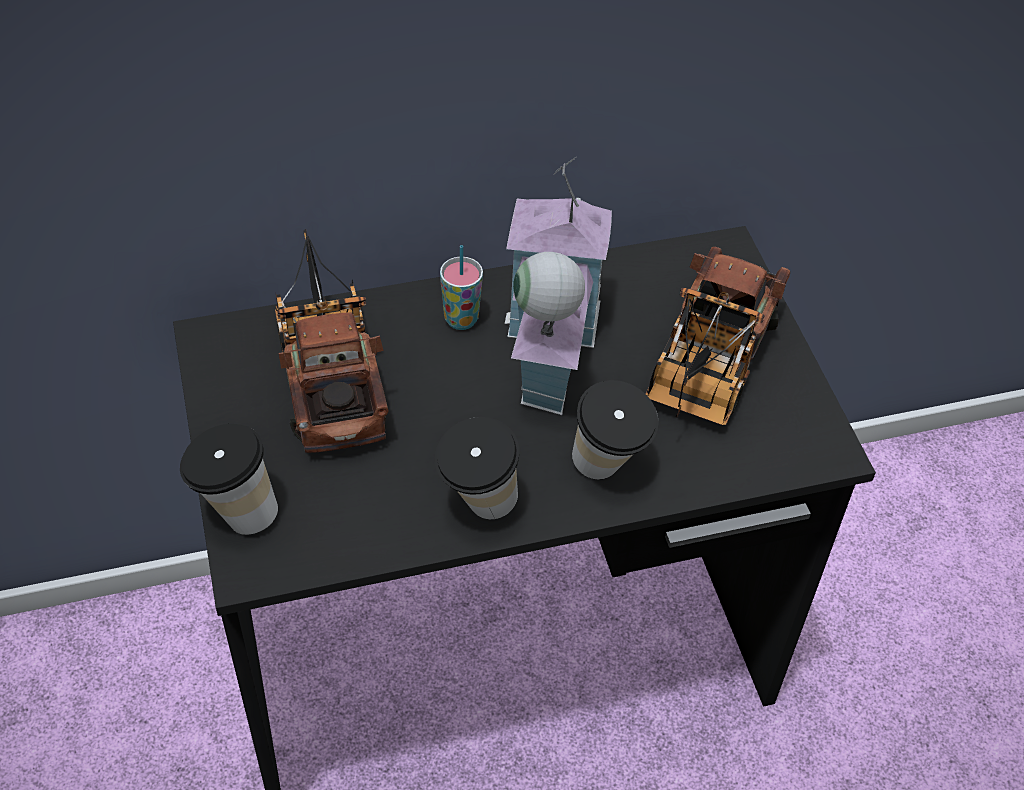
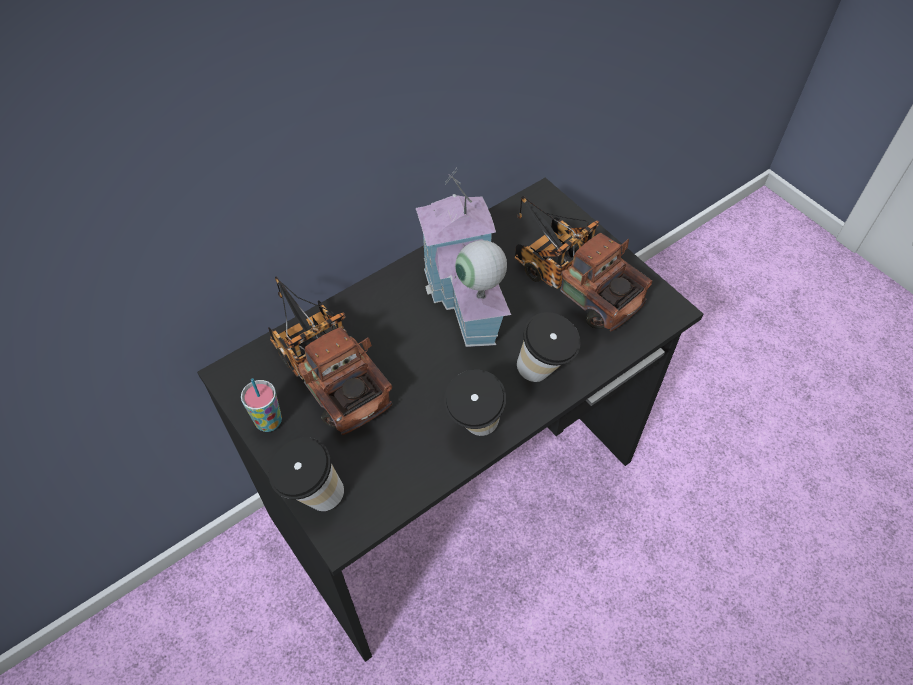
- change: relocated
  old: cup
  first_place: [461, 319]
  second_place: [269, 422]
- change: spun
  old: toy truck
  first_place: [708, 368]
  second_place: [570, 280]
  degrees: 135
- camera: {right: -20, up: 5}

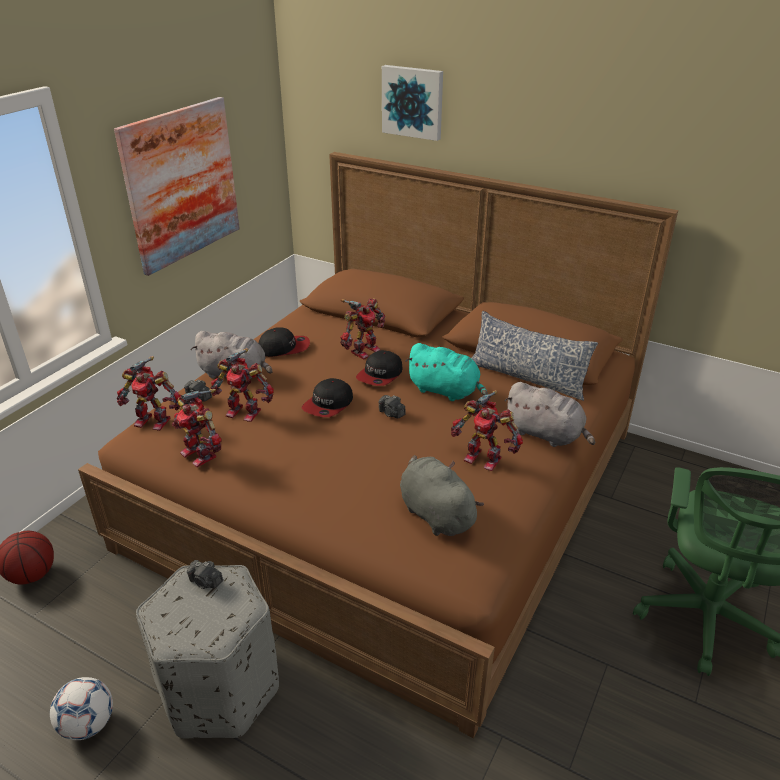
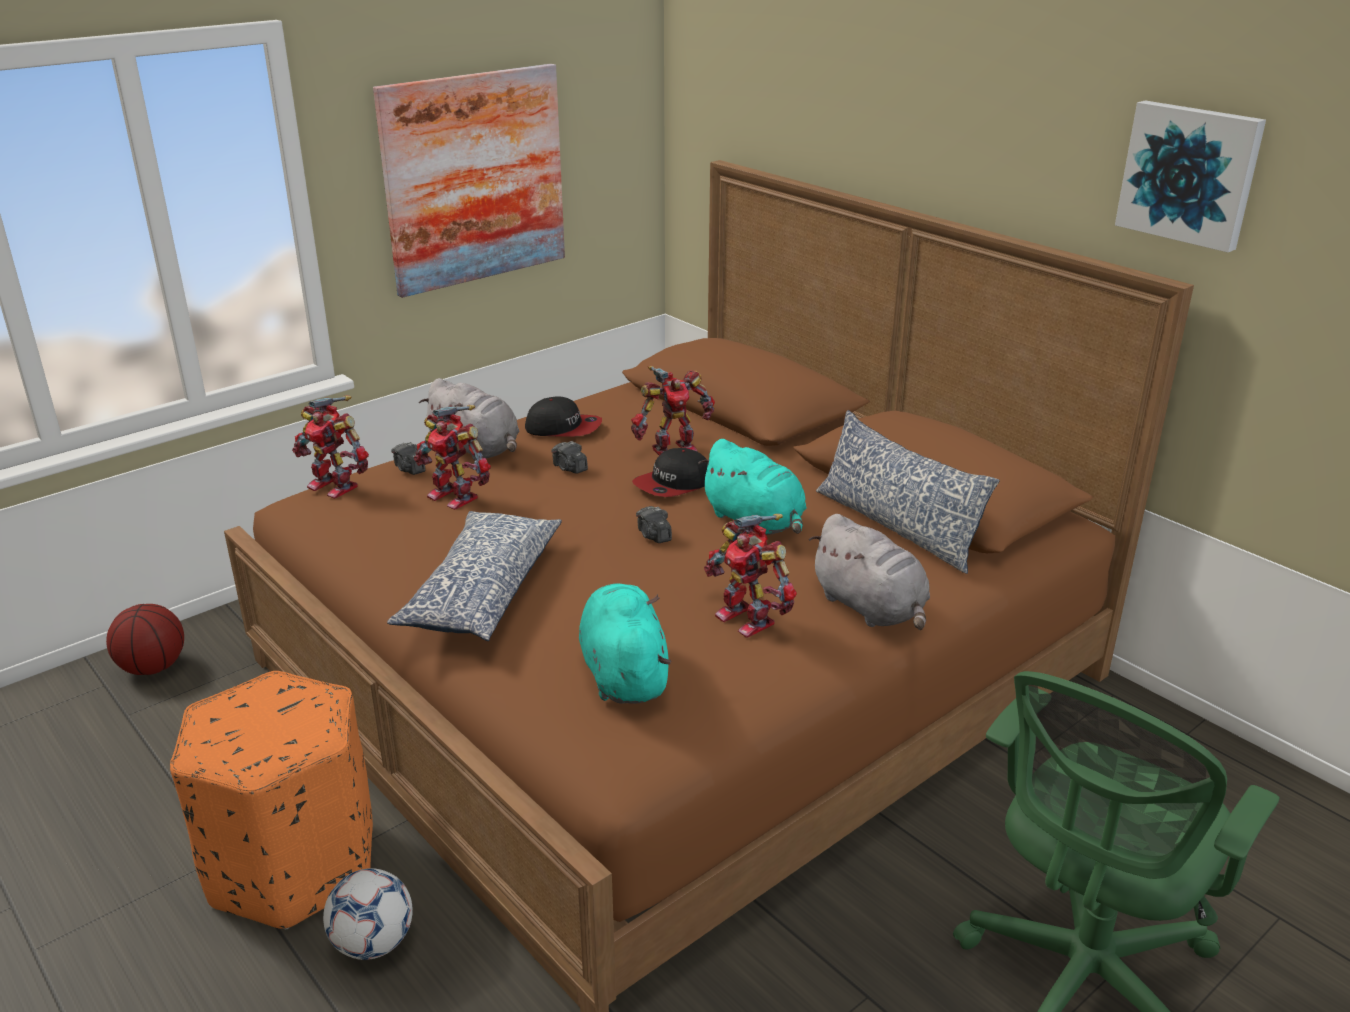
- change: colour
  old: grey ottoman
  new: orange ottoman
  first_place: [220, 689]
  second_place: [294, 864]
- change: relocated
  old: football
  first_place: [88, 724]
  second_place: [373, 943]
- change: appeared
  new: pillow
  second_place: [481, 591]
- change: relocated
  old: photo camera
  first_place: [206, 582]
  second_place: [569, 468]
- change: colour
  old: grey plush toy
  new: turquoise plush toy
  first_place: [435, 513]
  second_place: [624, 673]
- change: relocated
  old: picture
  first_place: [413, 102]
  second_place: [1190, 174]
- change: missing
  old: toy robot
  first_place: [200, 454]
- change: missing
  old: cap
  first_place: [328, 404]
- camera: {right: 20, up: -5}

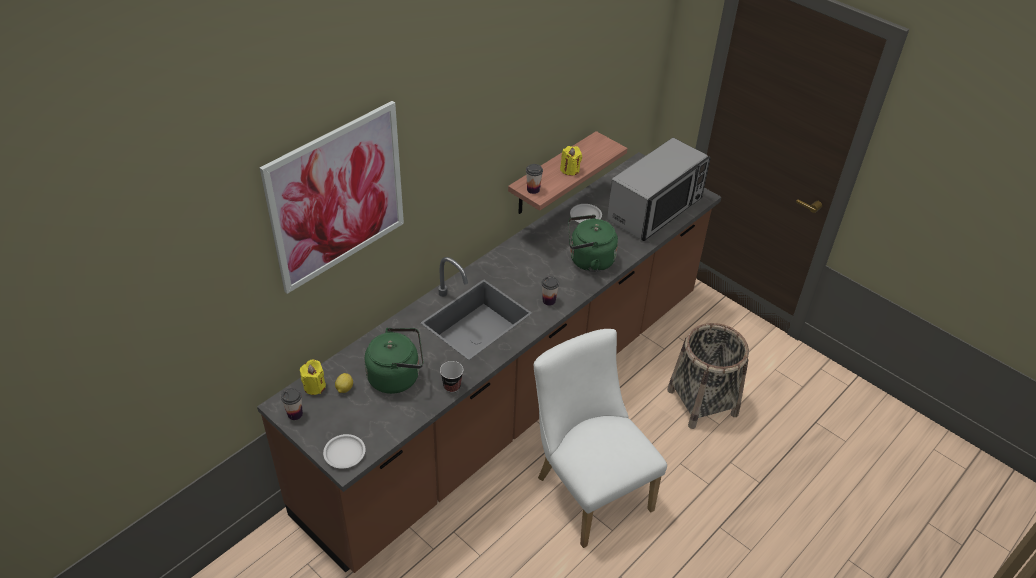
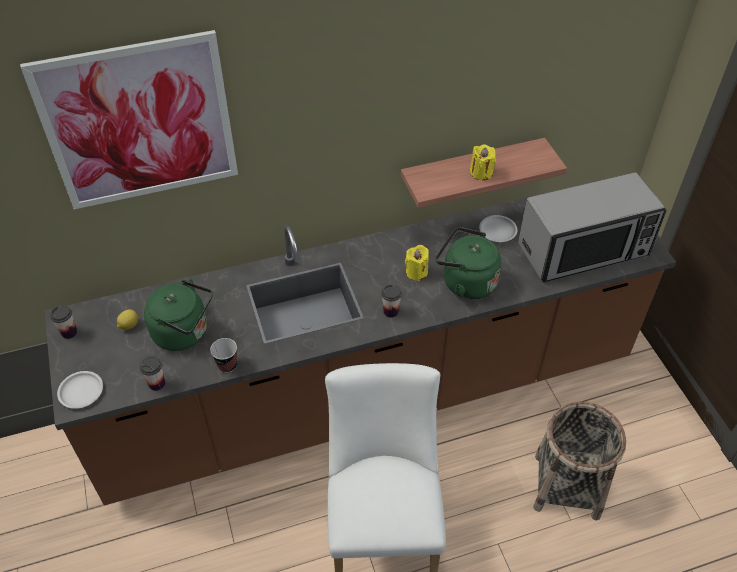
- change: relocated
  old: cup
  first_place: [533, 189]
  second_place: [156, 383]
- change: relocated
  old: yellow candle
  first_place: [314, 386]
  second_place: [416, 272]
- camera: {right: 30, up: 5}

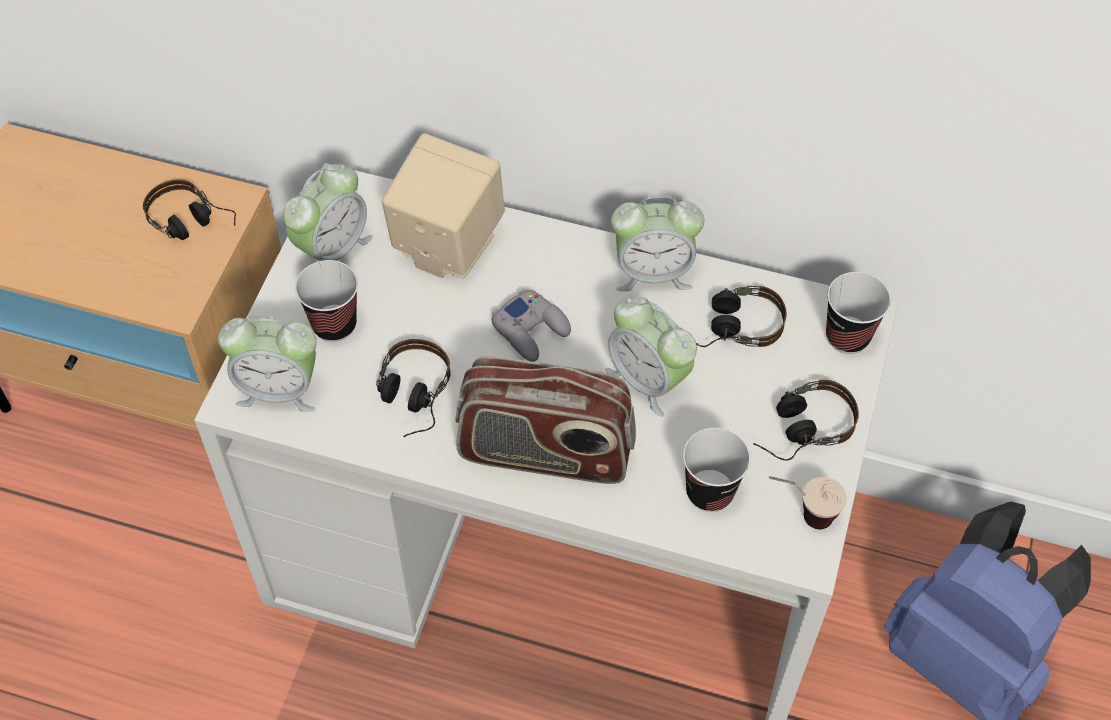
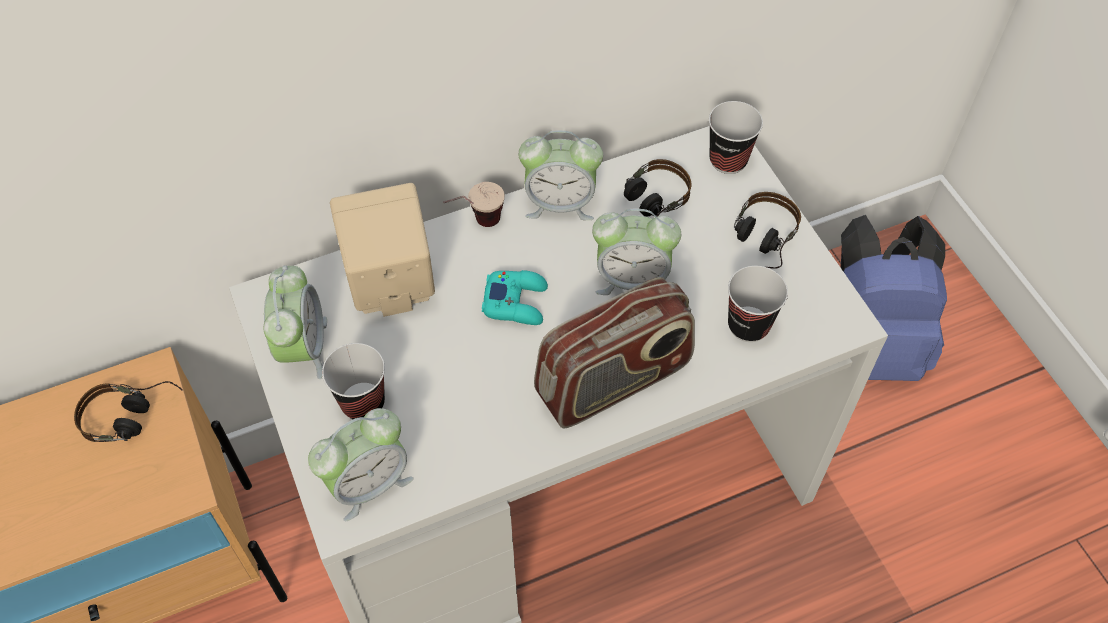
- change: relocated
  old: cup
  first_place: [800, 515]
  second_place: [475, 225]
- change: colour
  old: grey game controller
  new: turquoise game controller
  first_place: [531, 330]
  second_place: [516, 302]
- change: spun
  old: alarm clock
  first_place: [653, 272]
  second_place: [560, 203]
  degrees: 45
- change: missing
  old: headphones
  first_place: [411, 400]
- camera: {right: -40, up: 0}

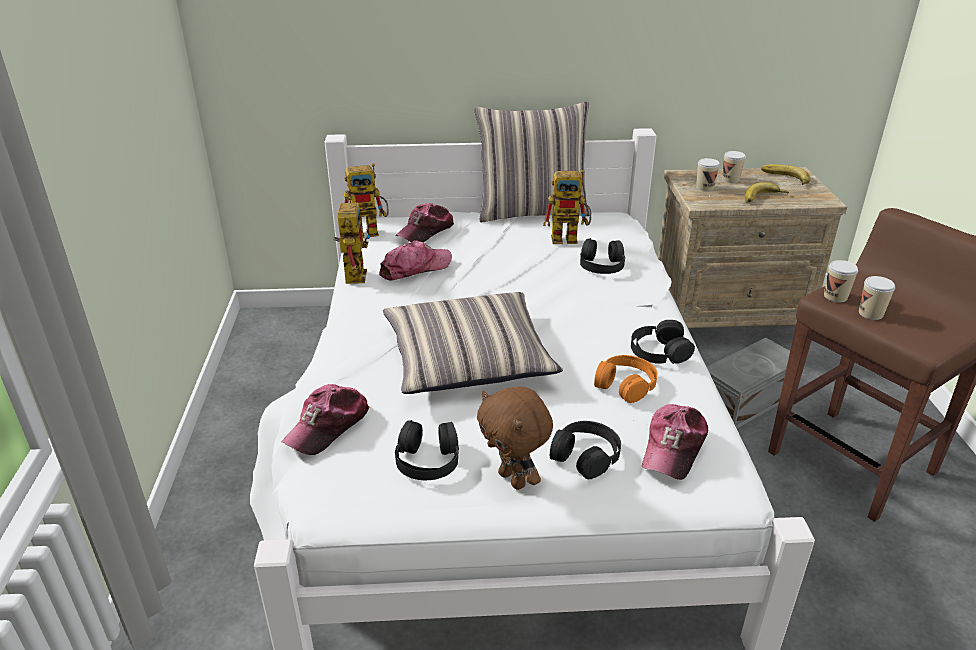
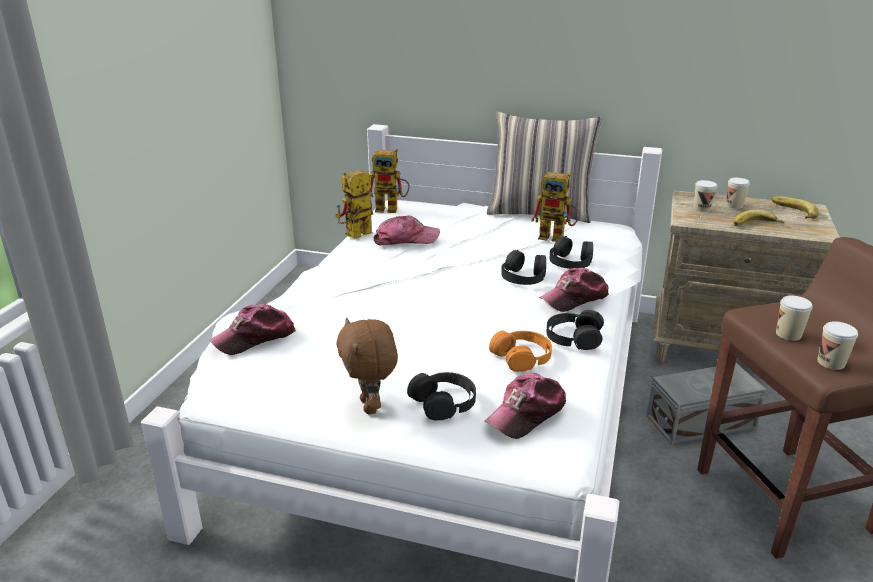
- change: spun
  old: toy robot
  first_place: [353, 273]
  second_place: [355, 236]
  degrees: -150
- change: relocated
  old: black headphones
  first_place: [428, 459]
  second_place: [523, 276]
- change: relocated
  old: cap
  first_place: [426, 231]
  second_place: [574, 298]
- change: relocated
  old: cup
  first_place: [835, 296]
  second_place: [831, 362]
- change: missing
  old: pillow
  first_place: [468, 358]
- camera: {right: 20, up: -5}

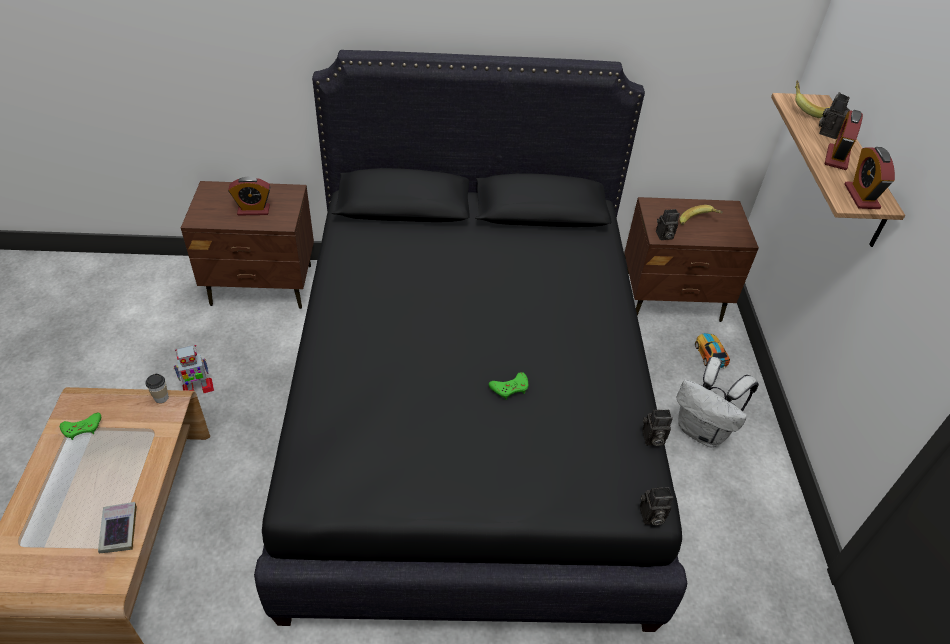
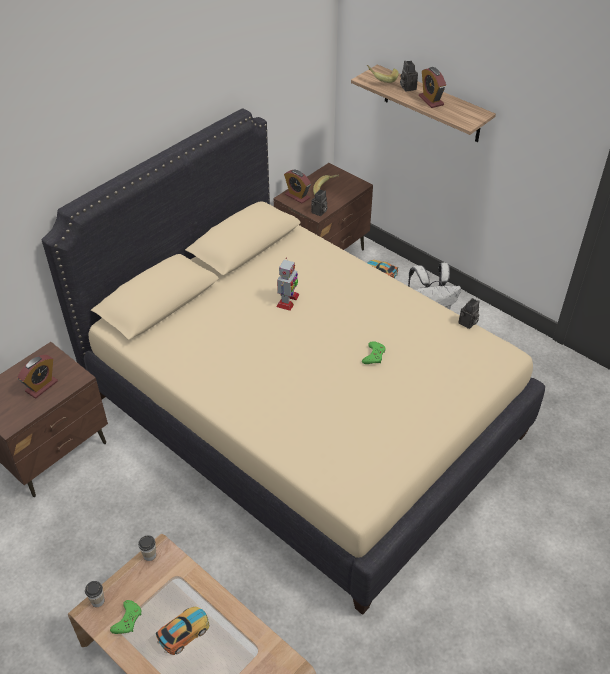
- change: colour
  old: black bed
  new: beige bed
  first_place: [467, 415]
  second_place: [303, 414]
- change: appeared
  new: cup
  second_place: [98, 601]
- change: appeared
  new: toy car
  second_place: [184, 632]
- change: relocated
  old: toy robot
  first_place: [197, 388]
  second_place: [287, 301]
- change: relocated
  old: alarm clock
  first_place: [861, 197]
  second_place: [297, 196]
- change: missing
  old: book
  first_place: [119, 530]
- change: missing
  old: photo camera
  first_place: [650, 516]
- camera: {right: -45, up: 0}

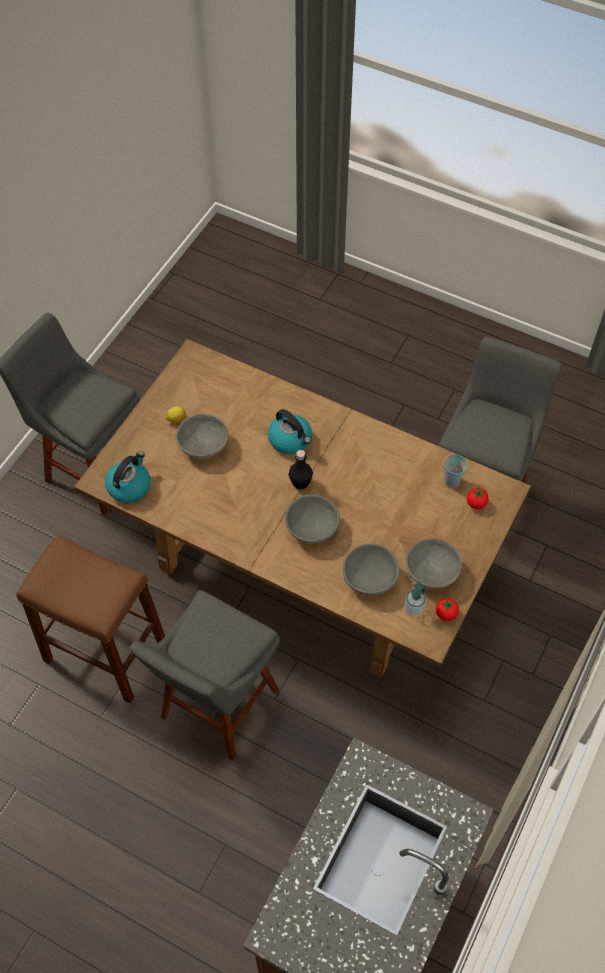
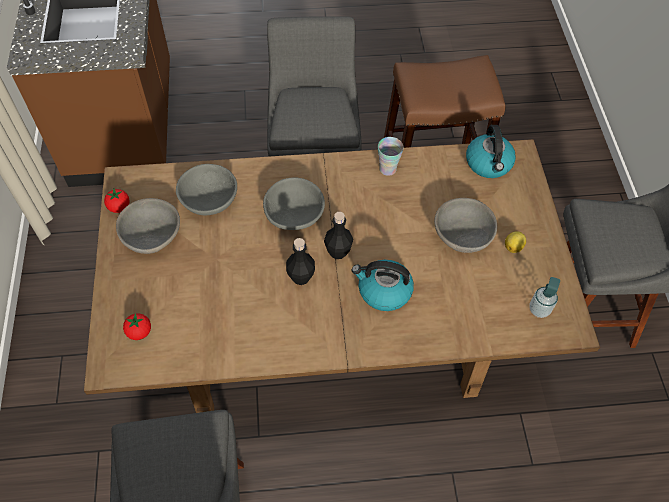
- change: appeared
  new: black bottle
  second_place: [301, 277]
- change: relocated
  old: cup
  first_place: [452, 481]
  second_place: [387, 169]
- change: relocated
  old: soap dispenser
  first_place: [413, 609]
  second_place: [539, 309]
- camera: {right: 145, up: 0}

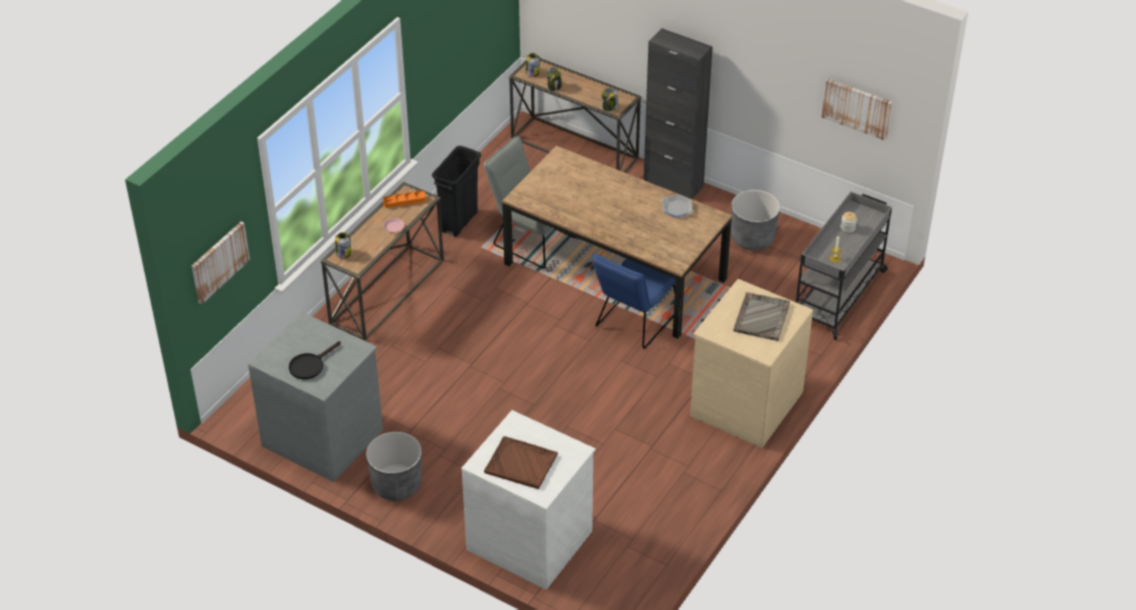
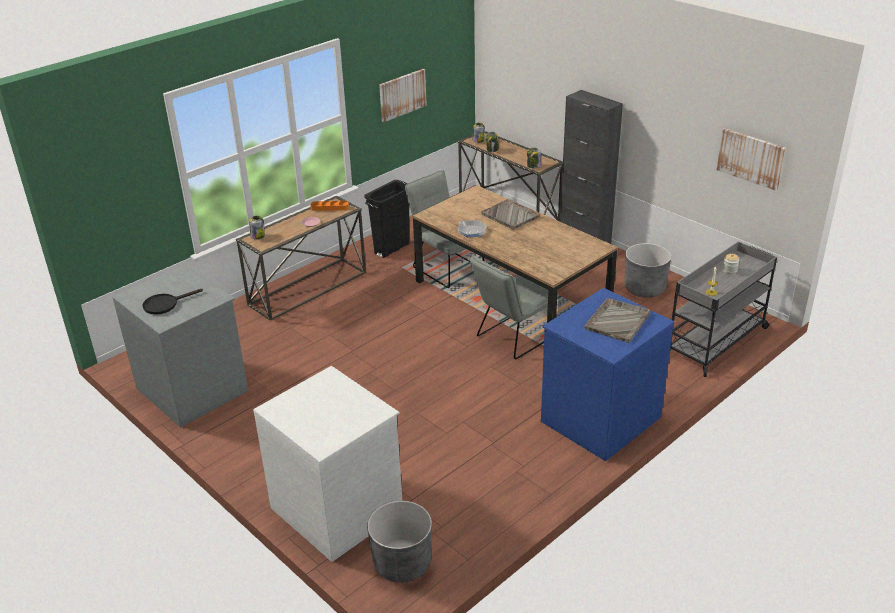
- change: relocated
  old: grey planter
  first_place: [396, 484]
  second_place: [402, 563]
- change: relocated
  old: picture
  first_place: [219, 262]
  second_place: [402, 94]
- change: relocated
  old: frying pan
  first_place: [677, 208]
  second_place: [472, 231]
- change: colour
  old: blue chair
  new: grey chair
  first_place: [633, 322]
  second_place: [513, 338]
- change: appeared
  new: grey tray
  second_place: [510, 215]
- change: colour
  old: beige dresser
  new: blue dresser
  first_place: [745, 403]
  second_place: [599, 418]
- change: missing
  old: brown tray
  first_place: [521, 464]
- camera: {right: 15, up: -10}

